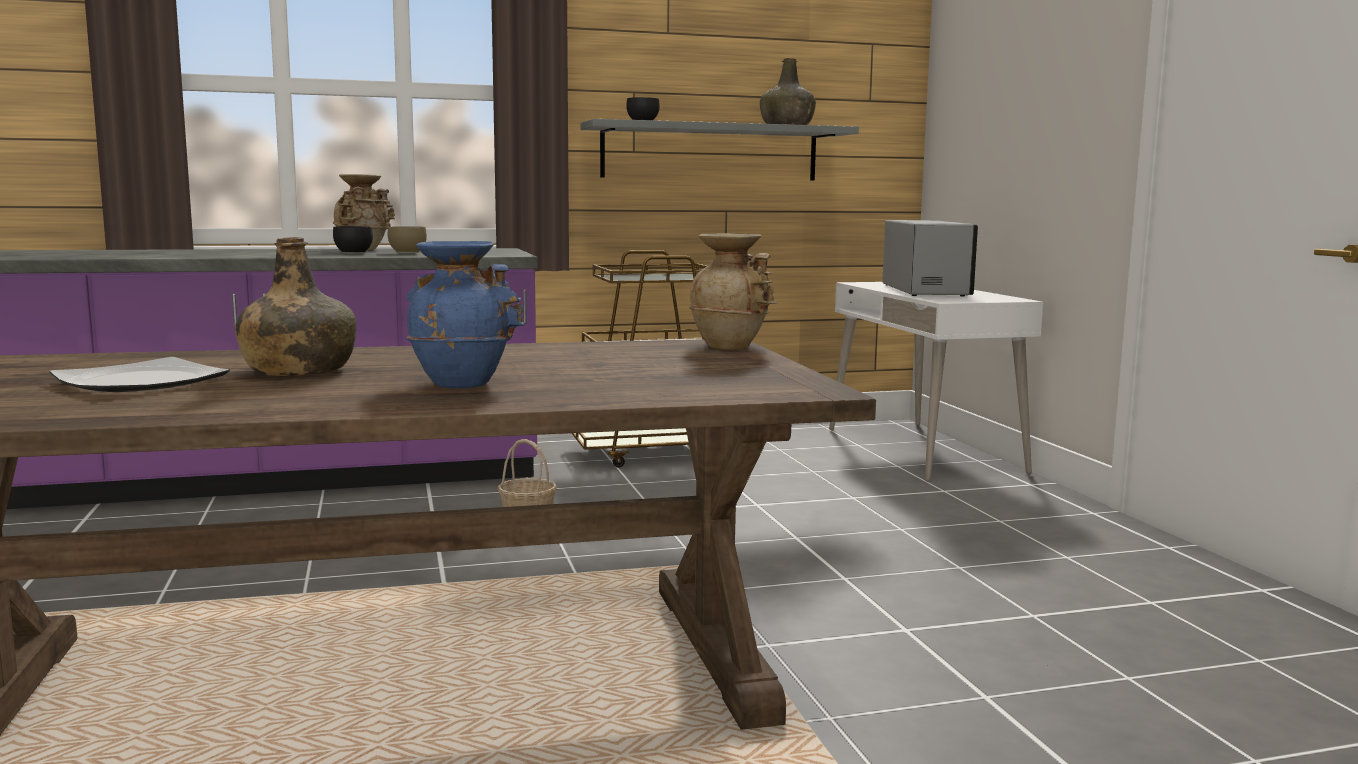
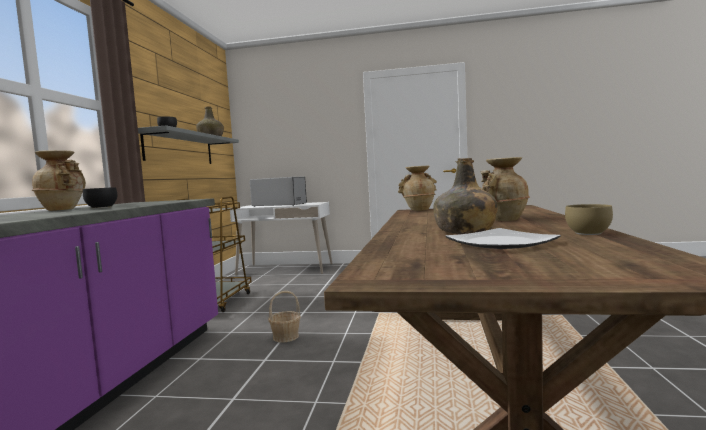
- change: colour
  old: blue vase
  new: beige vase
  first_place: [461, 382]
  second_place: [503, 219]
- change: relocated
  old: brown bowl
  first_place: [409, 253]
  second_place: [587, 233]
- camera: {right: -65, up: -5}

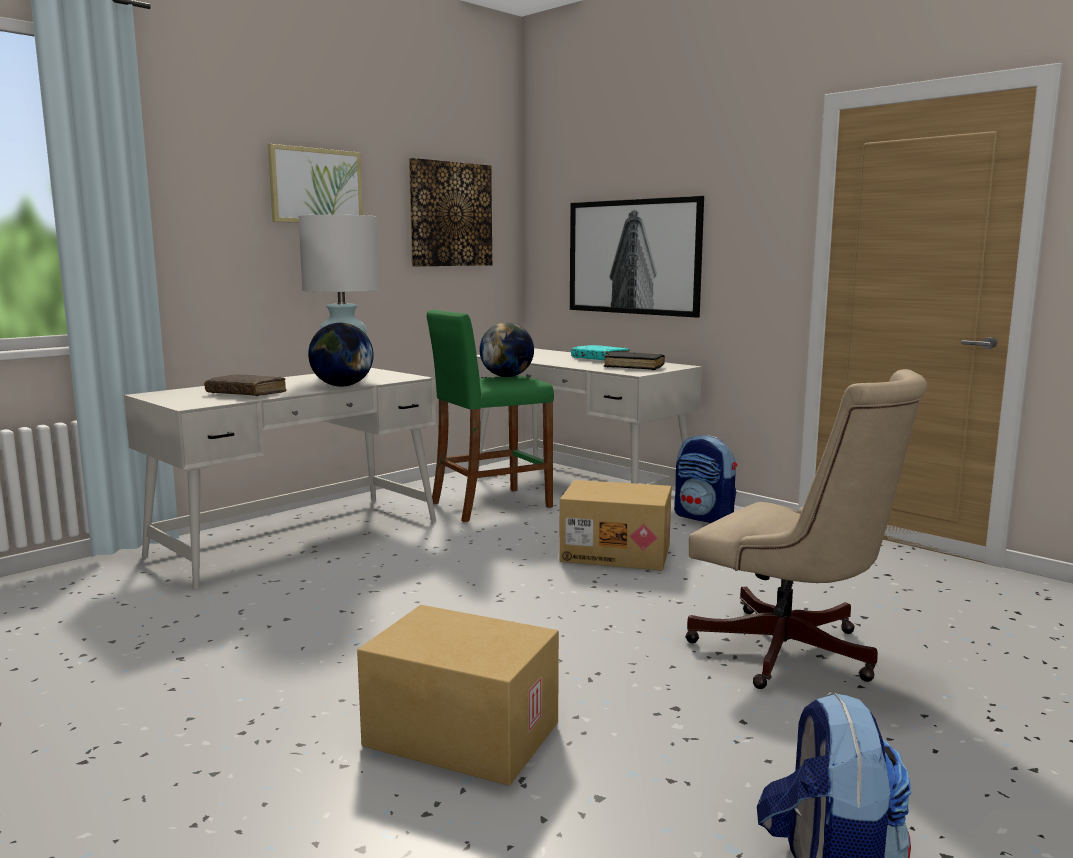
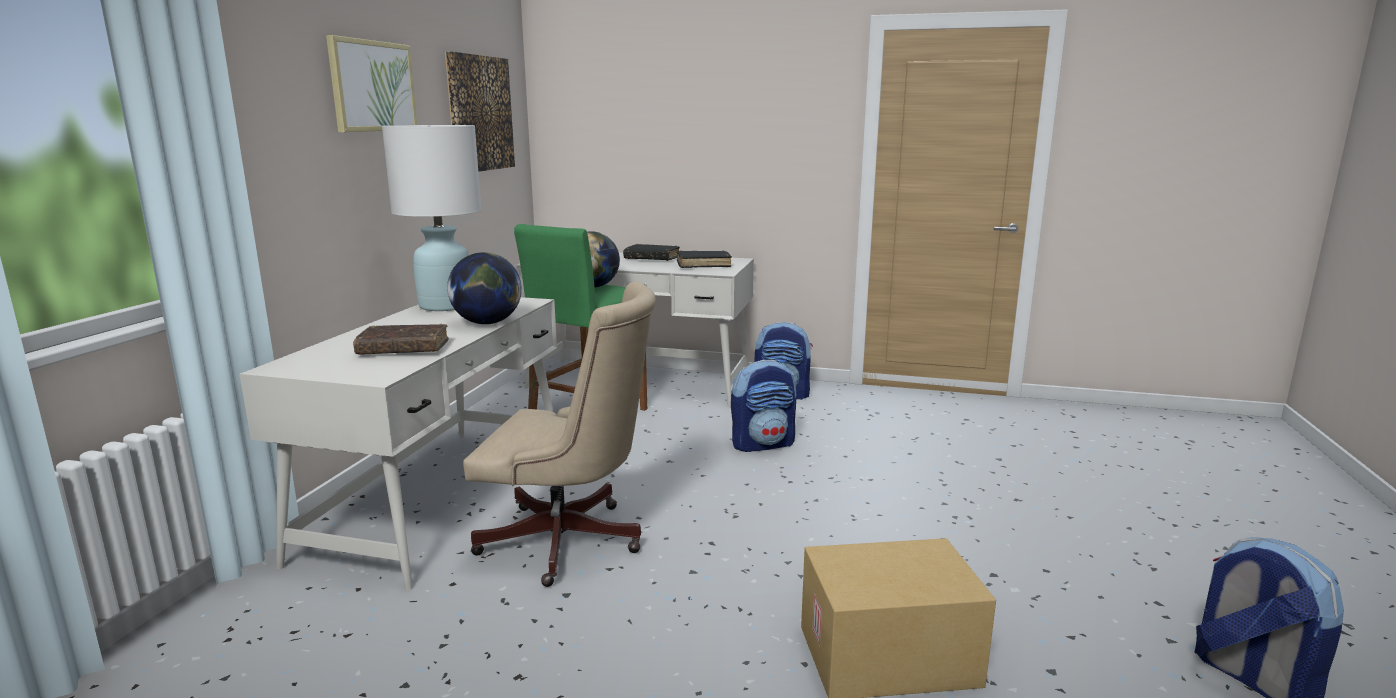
- change: relocated
  old: beige office chair
  first_place: [793, 655]
  second_place: [570, 543]
- change: colour
  old: turquoise book
  new: black book
  first_place: [600, 359]
  second_place: [652, 258]
- change: exchanged
  old: cardboard box
  new: backpack
  first_place: [617, 553]
  second_place: [763, 444]
- change: missing
  old: picture
  first_place: [633, 257]
- camera: {right: -30, up: 5}

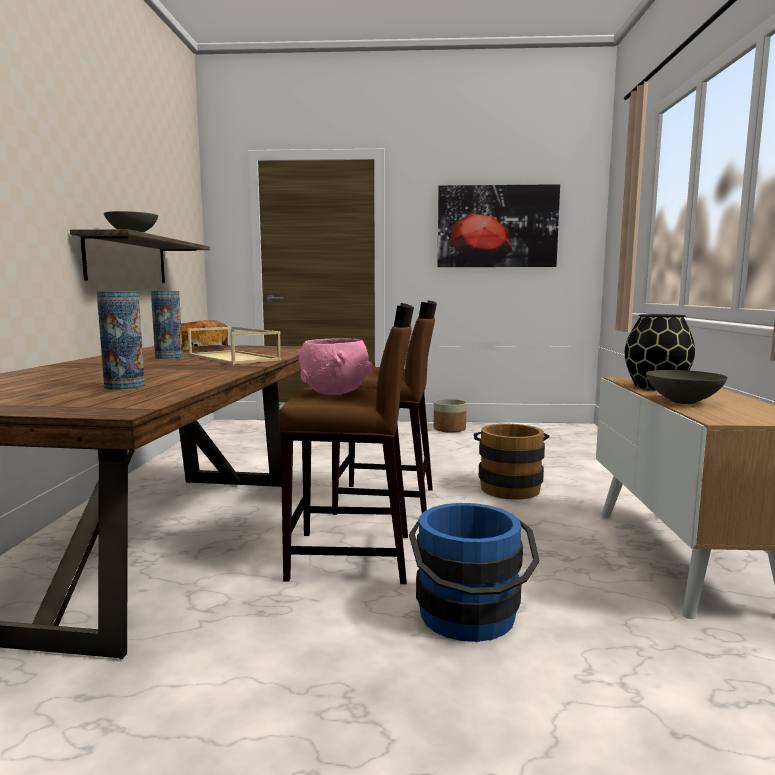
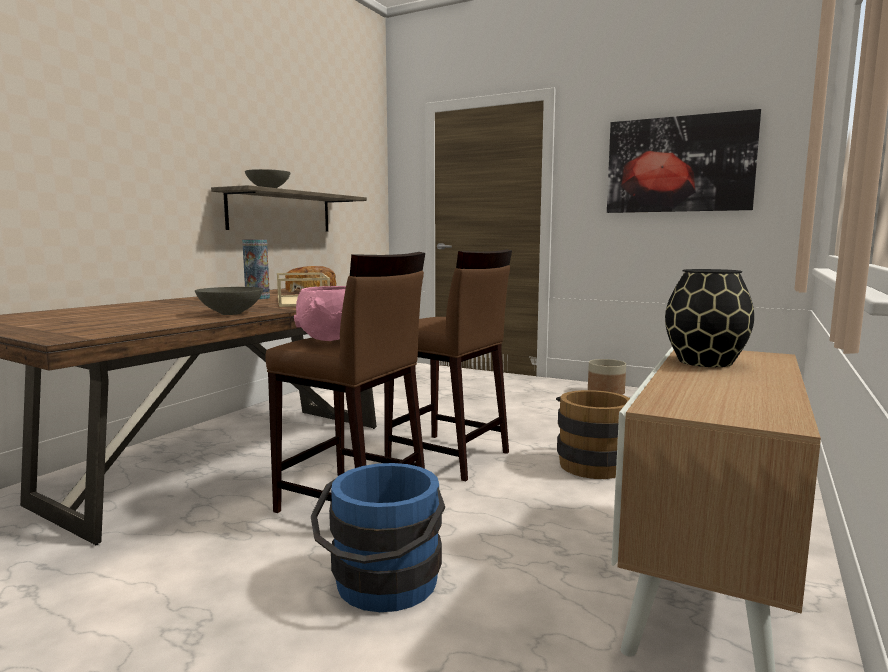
- change: relocated
  old: grey bowl
  first_place: [684, 402]
  second_place: [231, 313]
- change: missing
  old: vase
  first_place: [124, 386]
- camera: {right: 25, up: 0}

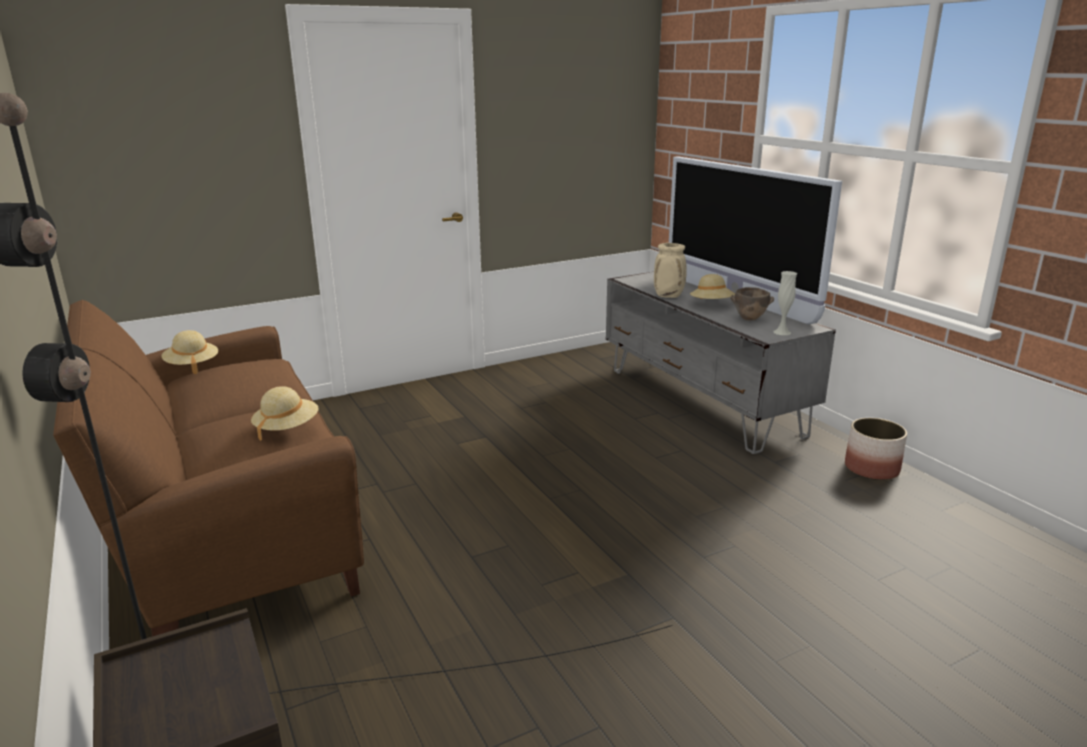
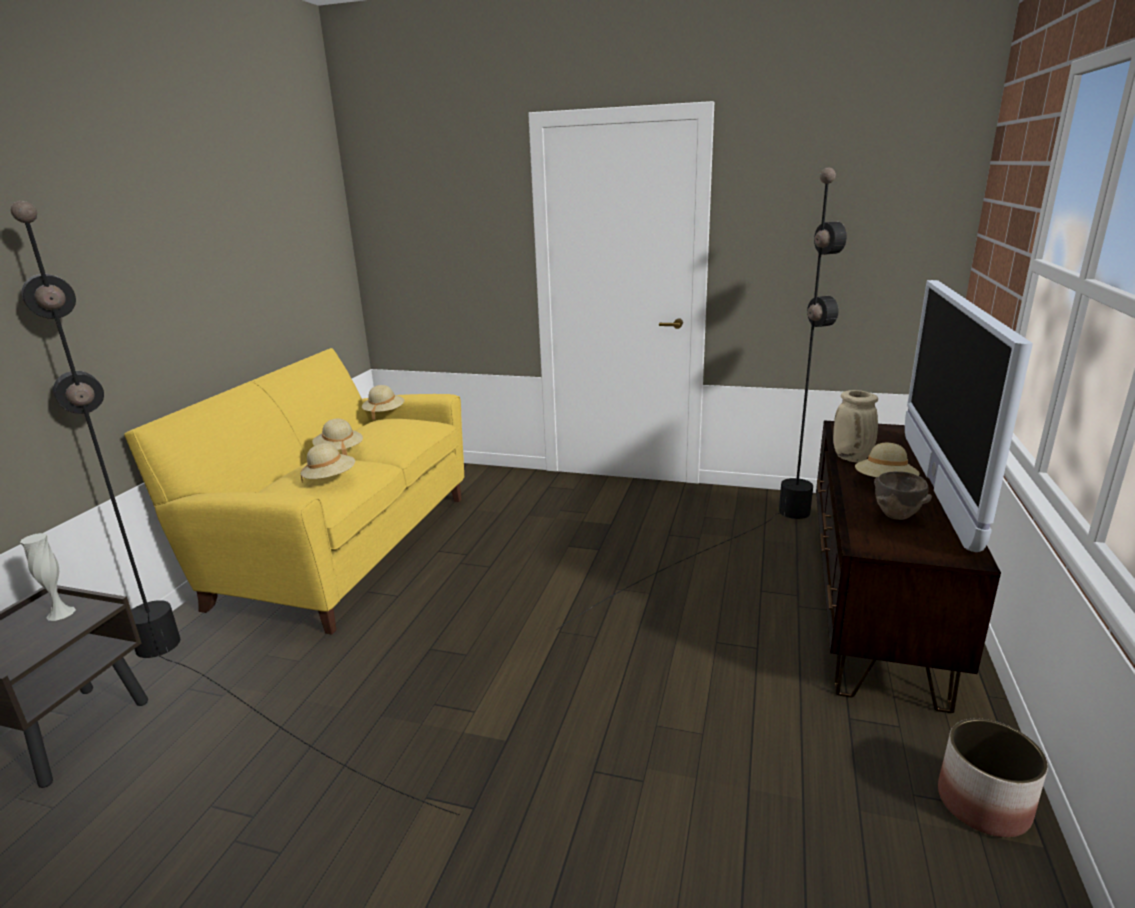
- change: relocated
  old: white vase
  first_place: [782, 332]
  second_place: [61, 613]
- change: colour
  old: brown sofa
  new: yellow sofa
  first_place: [228, 531]
  second_place: [344, 547]
- change: appeared
  new: beige hat
  second_place: [339, 451]
- change: appeared
  new: black floor lamp
  second_place: [737, 538]
- change: colour
  old: grey tv stand
  new: brown tv stand
  first_place: [701, 401]
  second_place: [872, 604]
- camera: {right: 45, up: 0}

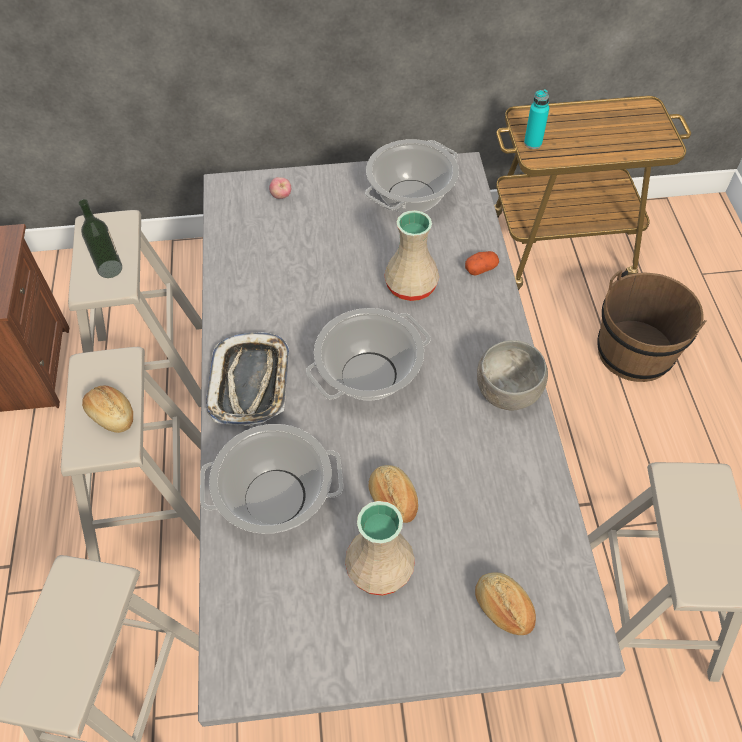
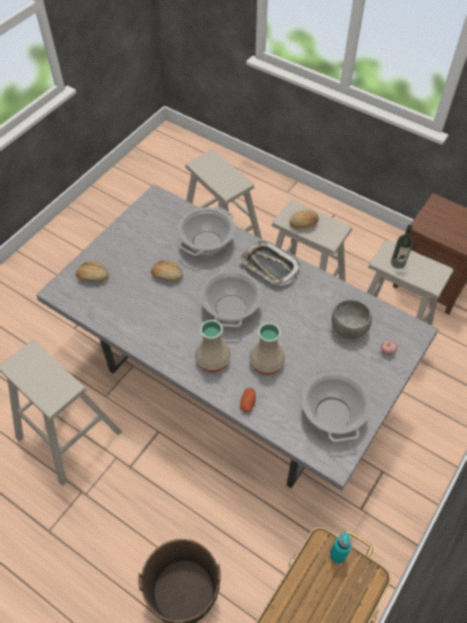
- change: relocated
  old: beige vase
  first_place: [378, 566]
  second_place: [213, 360]
- change: relocated
  old: grey bowl
  first_place: [506, 392]
  second_place: [349, 329]
- camera: {right: 130, up: 0}

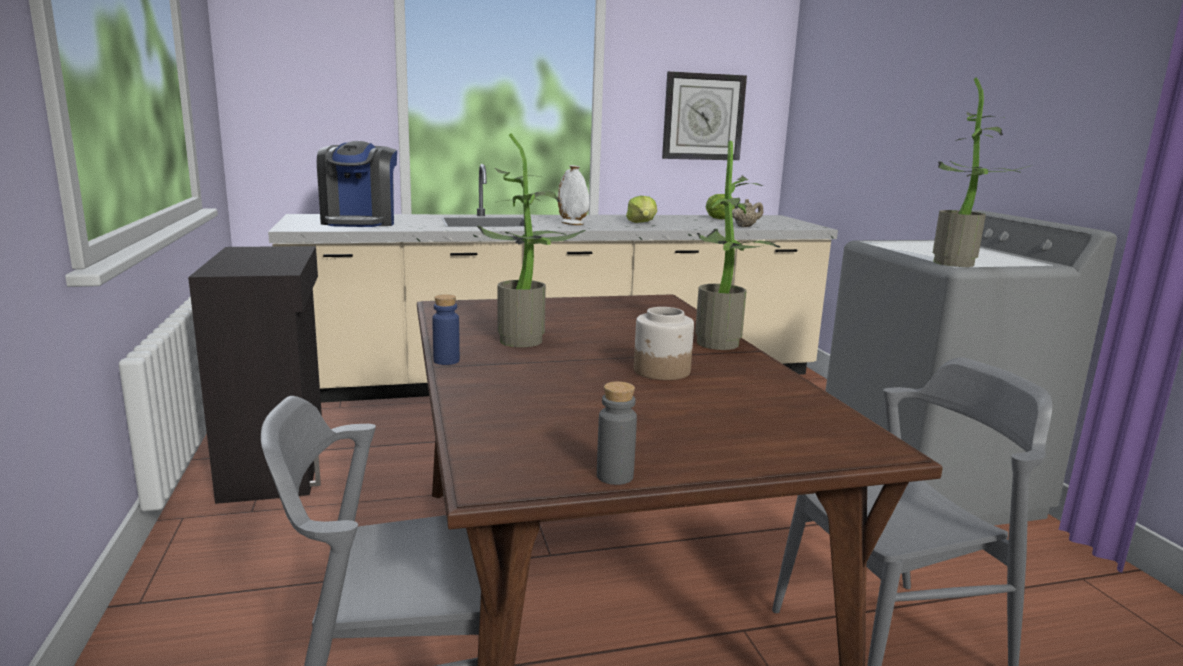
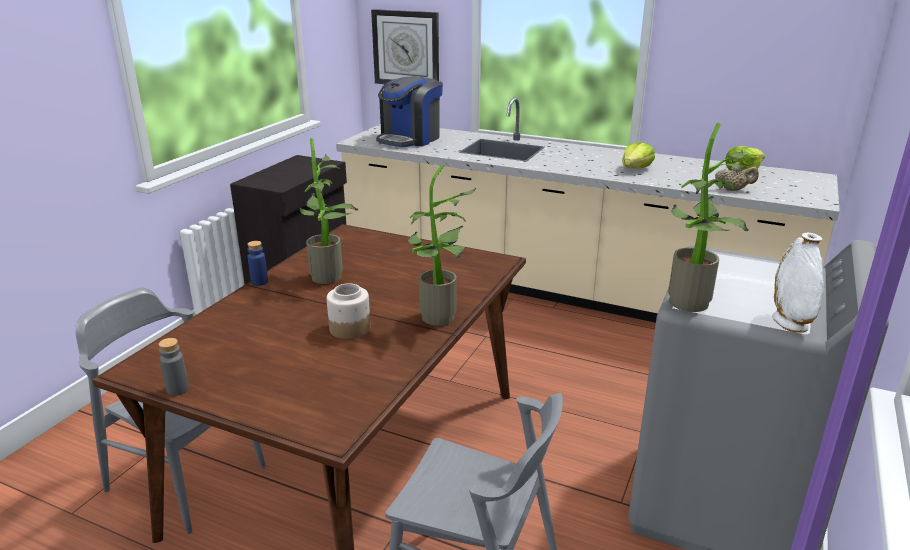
- change: relocated
  old: wall clock
  first_place: [703, 117]
  second_place: [406, 49]
- change: relocated
  old: white vase
  first_place: [572, 224]
  second_place: [789, 323]
- camera: {right: 40, up: 10}

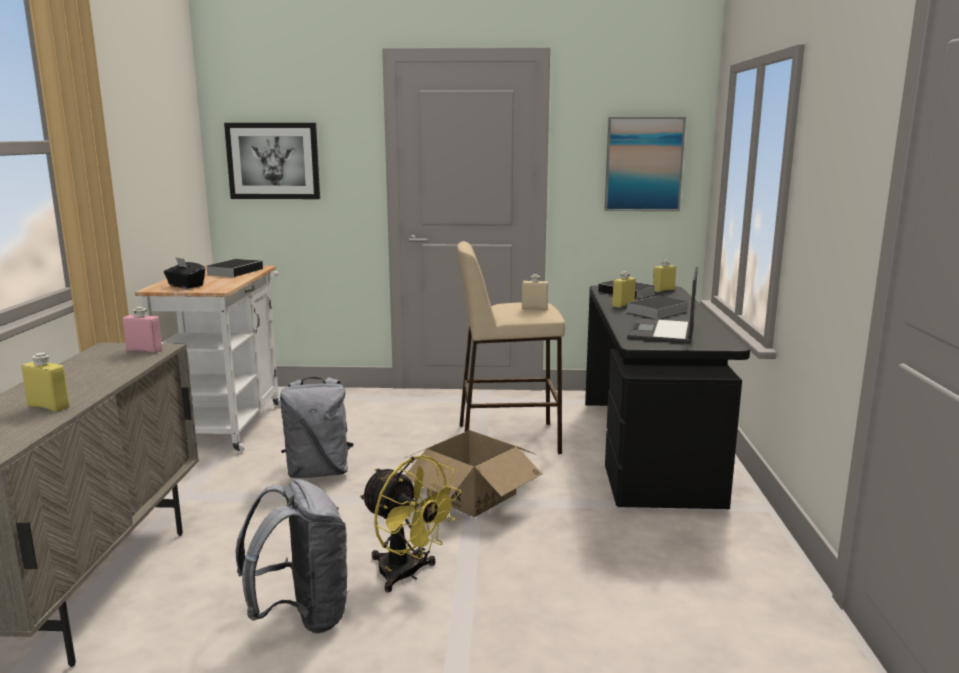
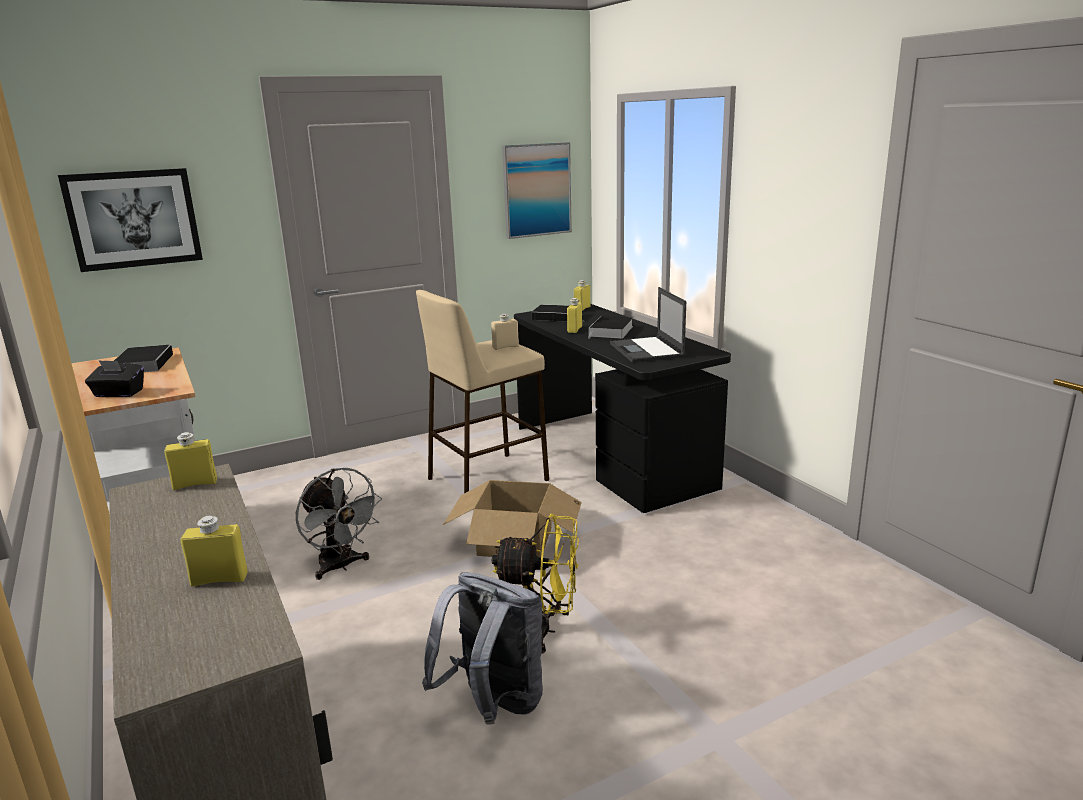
- change: colour
  old: pink bottle
  new: yellow bottle
  first_place: [144, 350]
  second_place: [195, 484]
- change: exchanged
  old: grey backpack
  new: grey fan
  first_place: [319, 472]
  second_place: [341, 566]
- camera: {right: -30, up: 5}

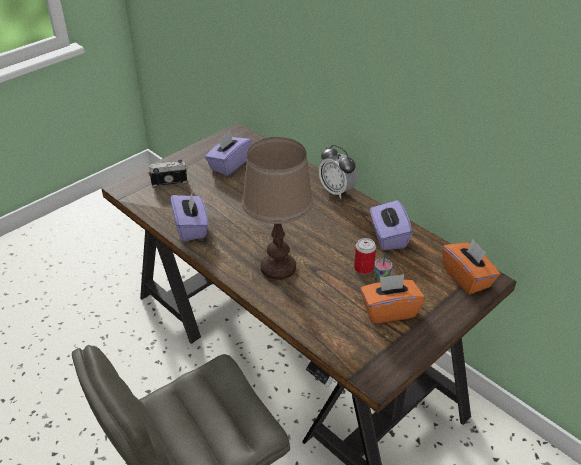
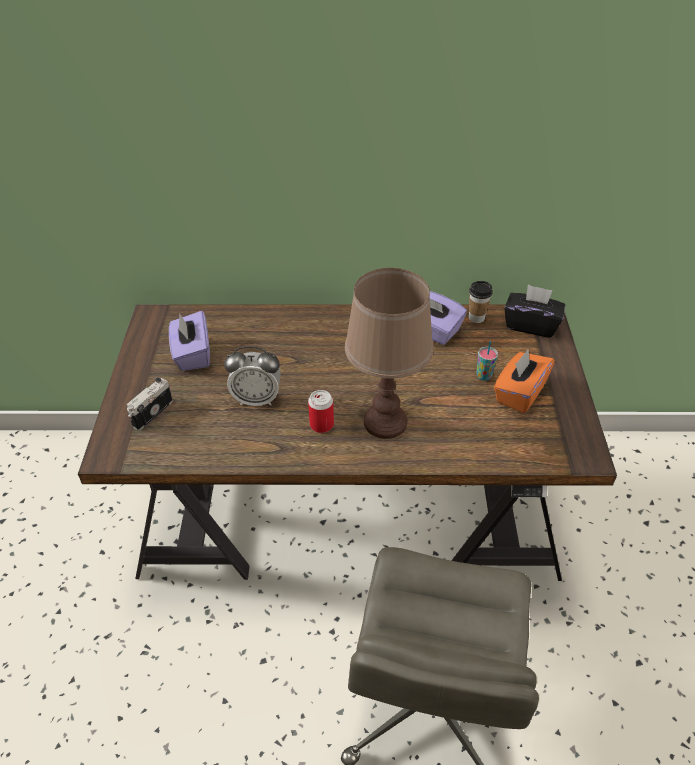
- change: relocated
  old: alarm clock
  first_place: [337, 191]
  second_place: [257, 399]
- change: relocated
  old: can
  first_place: [363, 268]
  second_place: [321, 424]
- change: appeared
  new: cup
  second_place: [476, 318]
- change: colour
  old: orange tissue box
  new: black tissue box
  first_place: [467, 278]
  second_place: [531, 325]
- change: missing
  old: purple tissue box
  first_place: [191, 228]
- camera: {right: -45, up: 5}

